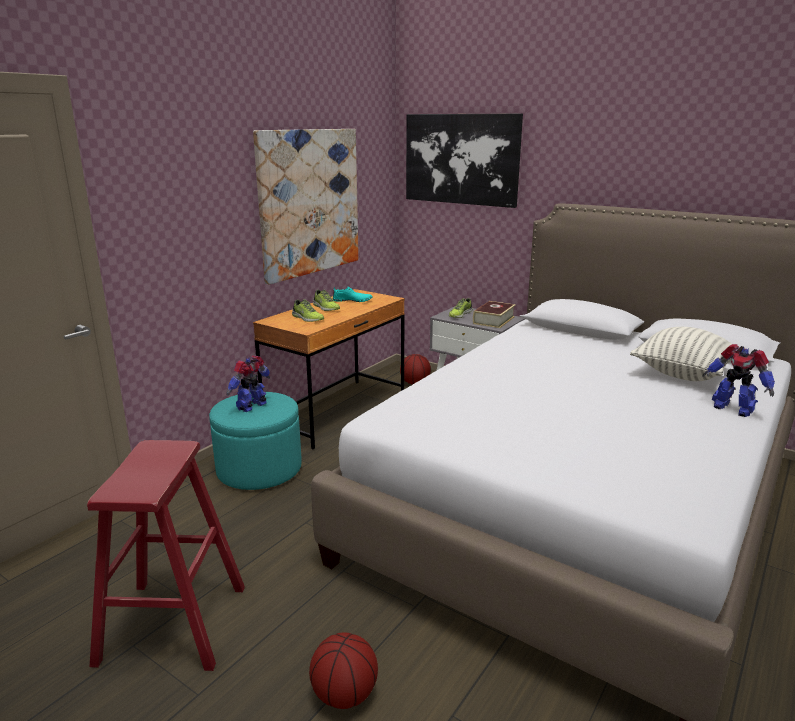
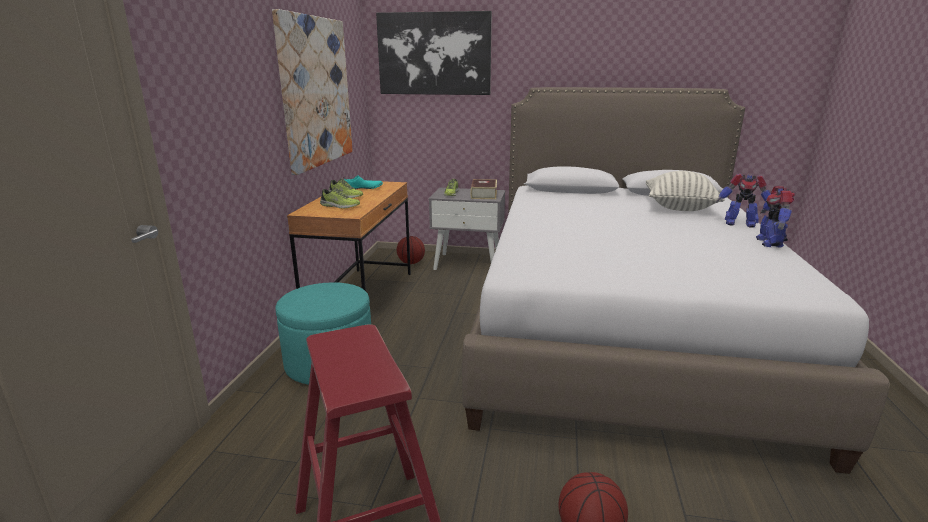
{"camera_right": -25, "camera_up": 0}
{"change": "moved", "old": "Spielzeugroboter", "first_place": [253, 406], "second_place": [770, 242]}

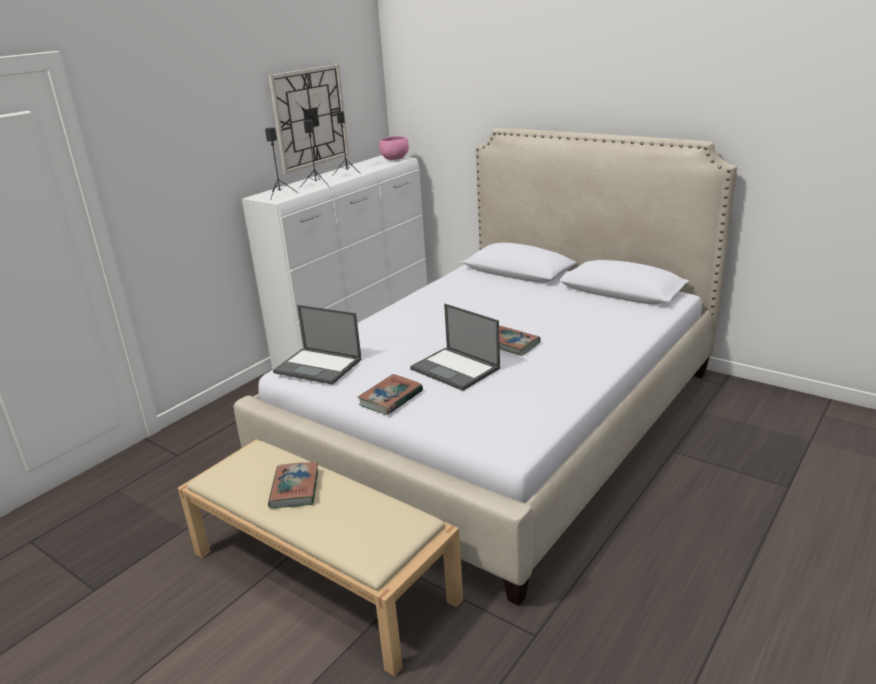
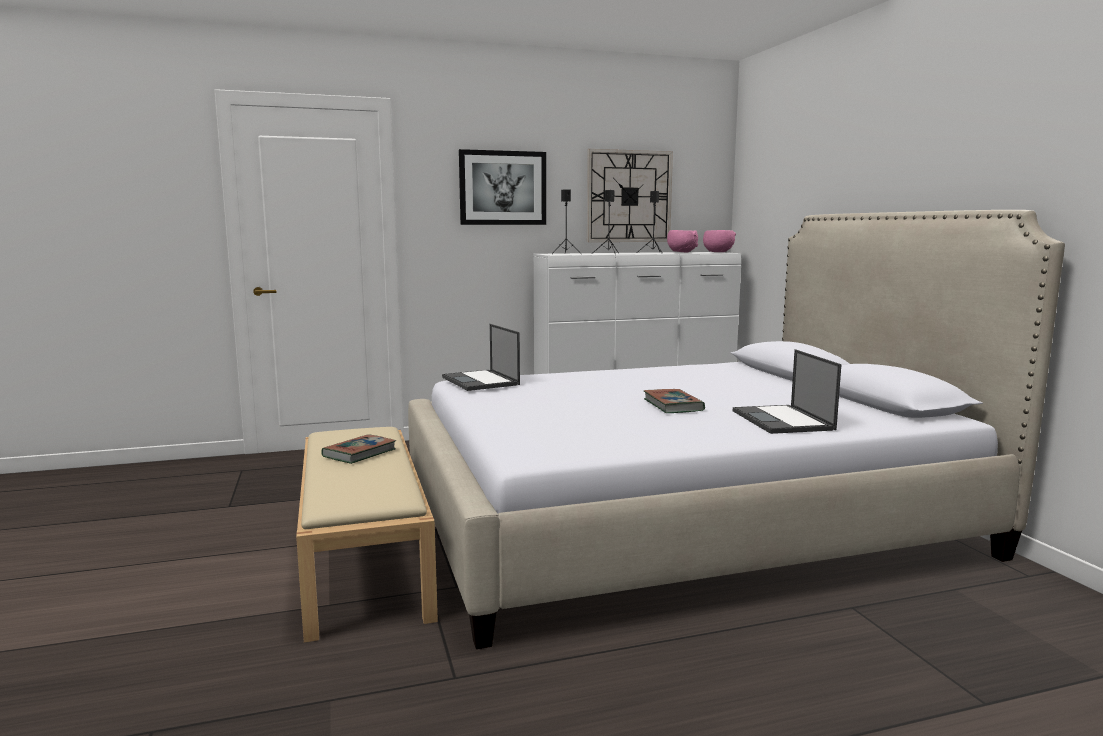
{"camera_right": 35, "camera_up": -15}
{"change": "removed", "old": "Buch", "first_place": [391, 398]}
{"change": "moved", "old": "Laptop", "first_place": [456, 369], "second_place": [783, 420]}
{"change": "added", "new": "Bild", "second_place": [503, 188]}
{"change": "added", "new": "Schüssel (rosa)", "second_place": [681, 252]}

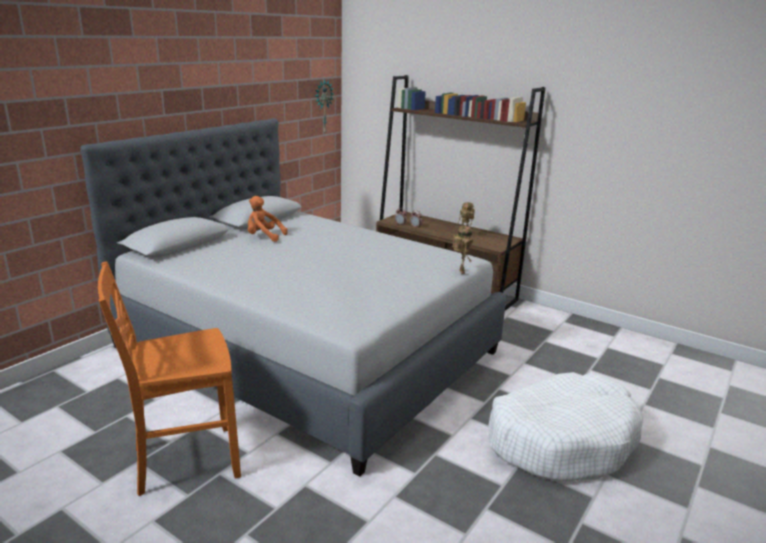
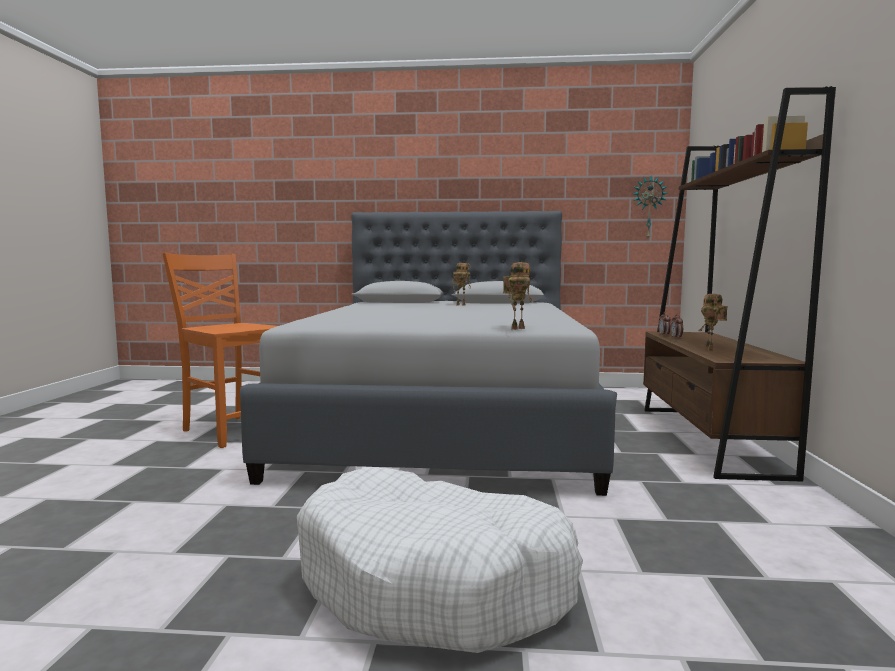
{"camera_right": 60, "camera_up": -15}
{"change": "replaced", "old": "Plüschtier (orange)", "new": "Spielzeugroboter", "first_place": [264, 237], "second_place": [461, 305]}

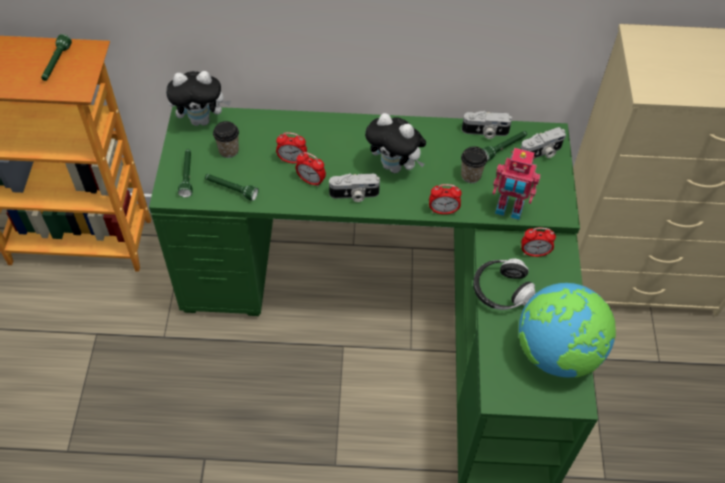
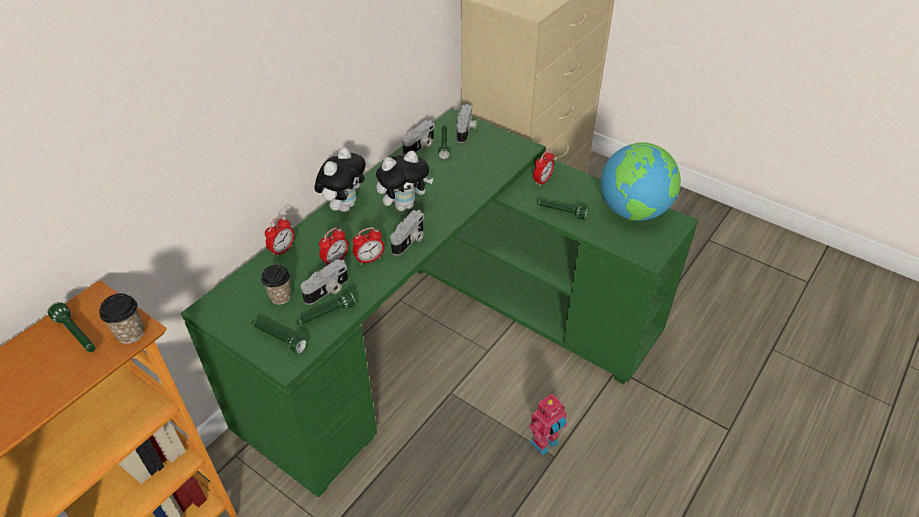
{"camera_right": -55, "camera_up": -10}
{"change": "moved", "old": "Plüschtier", "first_place": [202, 120], "second_place": [344, 205]}
{"change": "moved", "old": "Wecker", "first_place": [443, 211], "second_place": [282, 250]}
{"change": "moved", "old": "Tasse", "first_place": [470, 175], "second_place": [130, 333]}
{"change": "replaced", "old": "Kopfhörer", "new": "Taschenlampe (grün)", "first_place": [501, 290], "second_place": [561, 212]}
{"change": "moved", "old": "Spielzeugroboter", "first_place": [509, 210], "second_place": [545, 444]}
{"change": "added", "new": "Kamera", "second_place": [328, 291]}

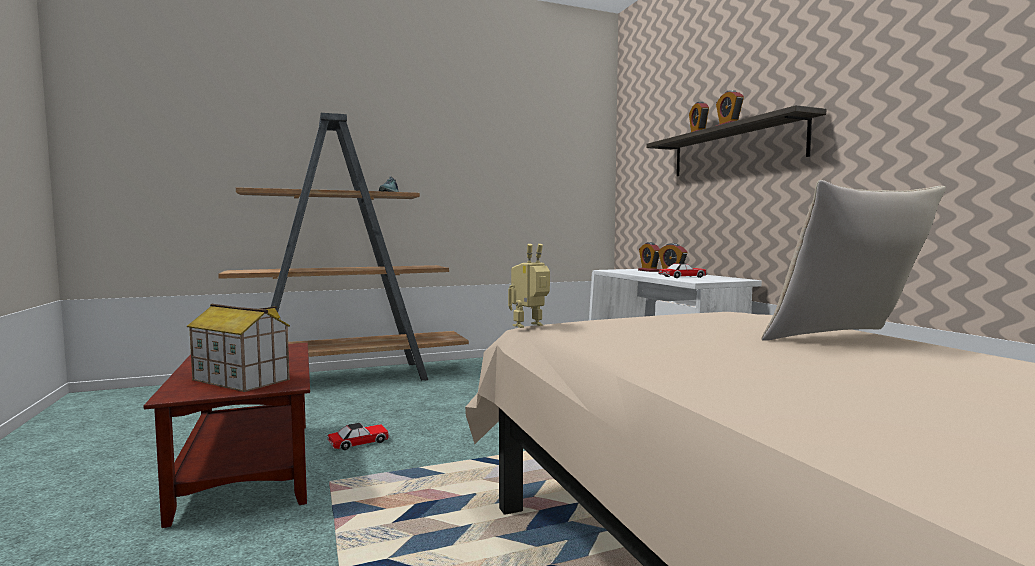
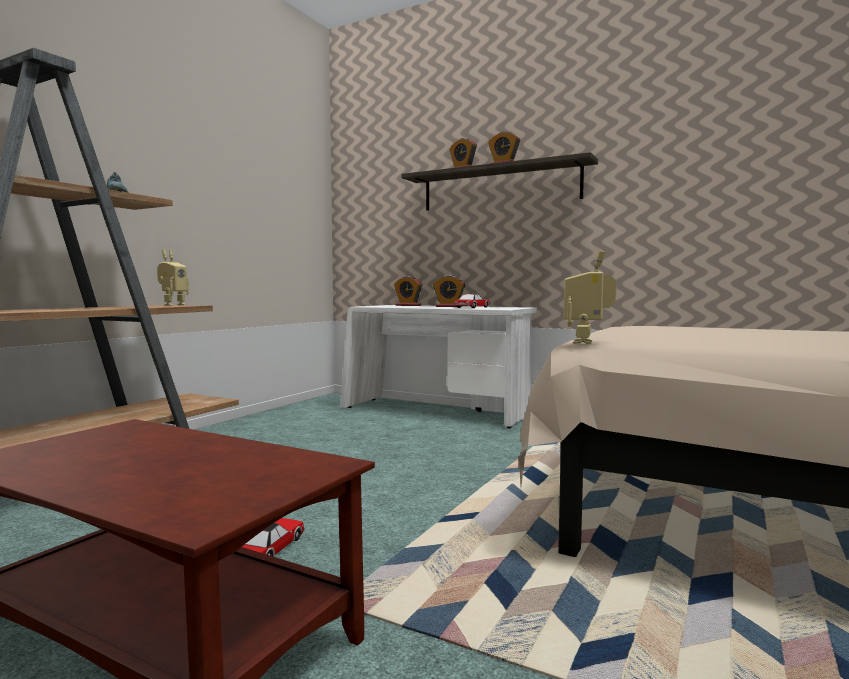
{"camera_right": -40, "camera_up": 0}
{"change": "removed", "old": "Spielzeughaus", "first_place": [240, 380]}
{"change": "removed", "old": "Kissen (beige)", "first_place": [848, 340]}
{"change": "added", "new": "Spielzeugroboter", "second_place": [172, 305]}

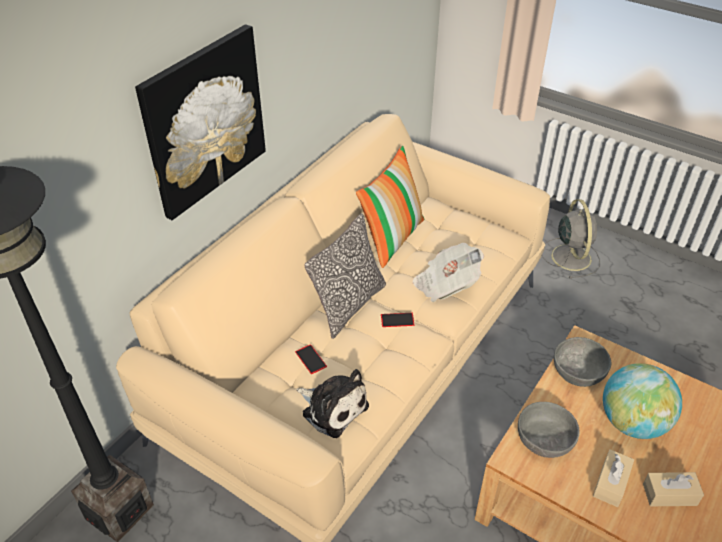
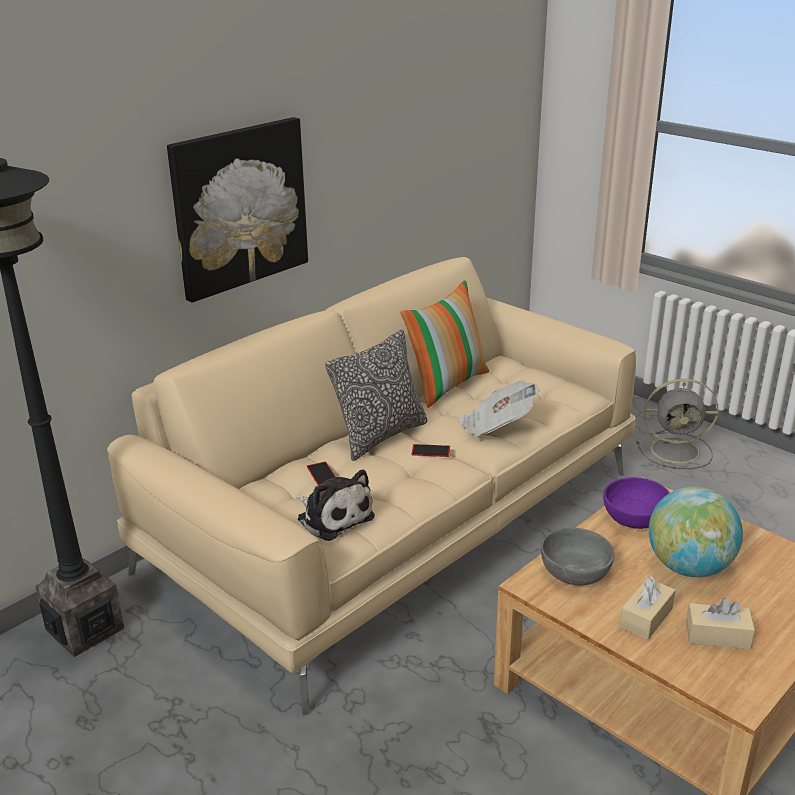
{"camera_right": 10, "camera_up": -15}
{"change": "turned", "old": "Ventilator (grau)", "first_place": [570, 256], "second_place": [677, 451], "degrees": 90}
{"change": "recoloured", "old": "Schüssel (grau)", "new": "Schüssel (lila)", "first_place": [578, 372], "second_place": [634, 517]}

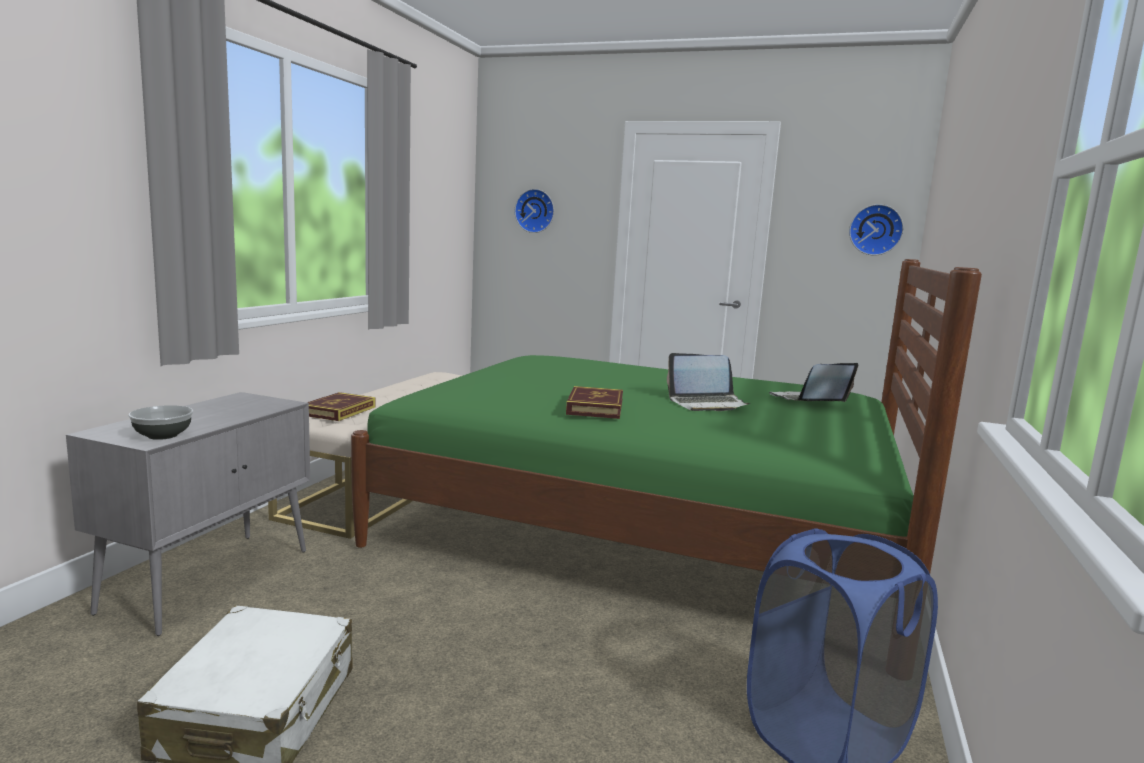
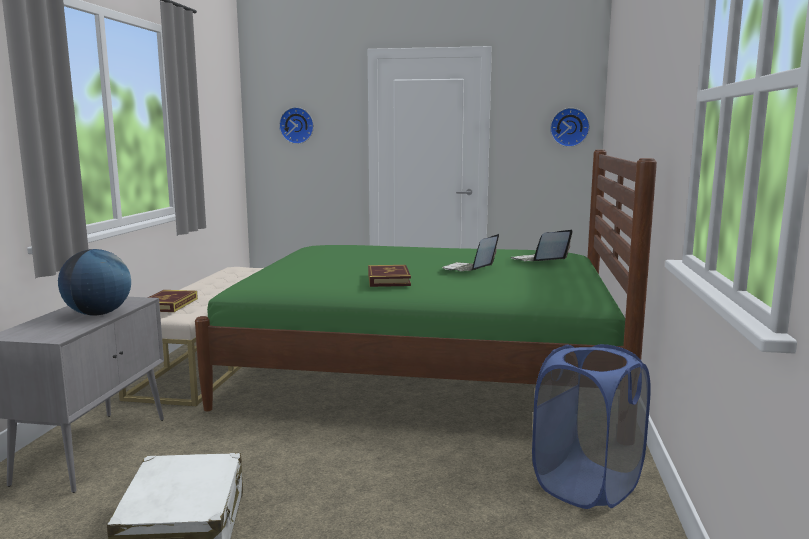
{"camera_right": -10, "camera_up": 0}
{"change": "removed", "old": "Schüssel", "first_place": [163, 435]}
{"change": "turned", "old": "Laptop", "first_place": [707, 404], "second_place": [468, 269], "degrees": 135}
{"change": "added", "new": "Globus", "second_place": [98, 314]}

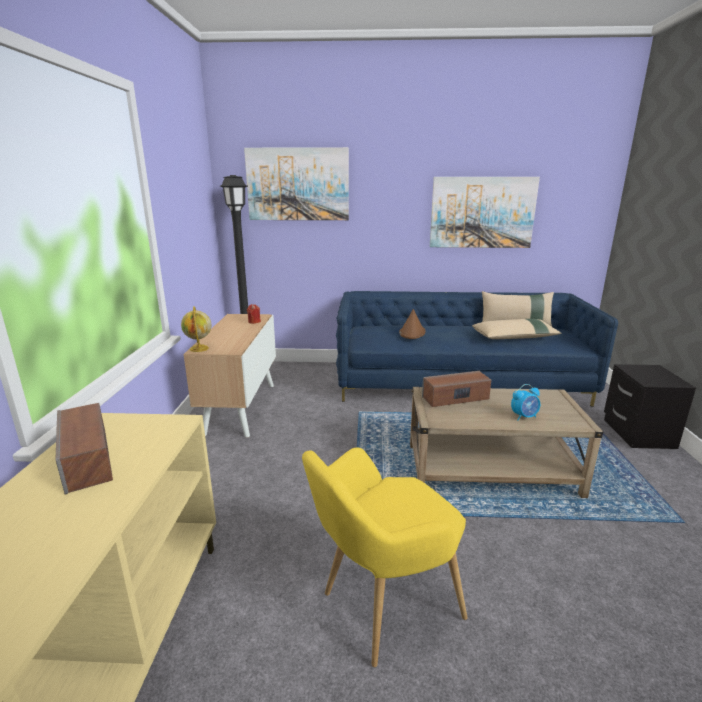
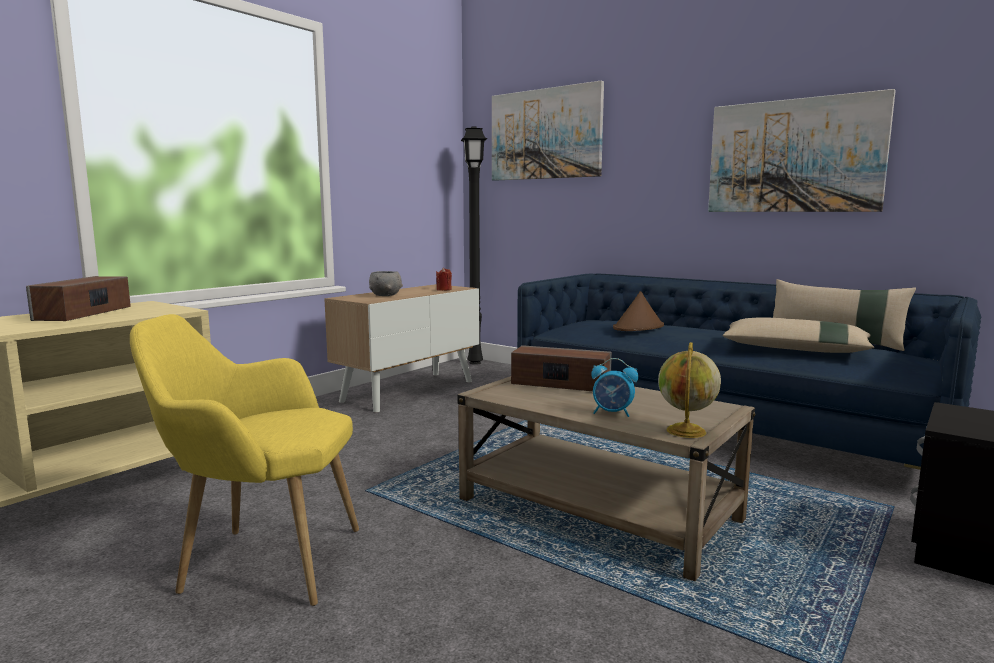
{"camera_right": 35, "camera_up": -10}
{"change": "moved", "old": "Globus", "first_place": [199, 349], "second_place": [686, 432]}
{"change": "added", "new": "Schüssel (grau)", "second_place": [385, 295]}

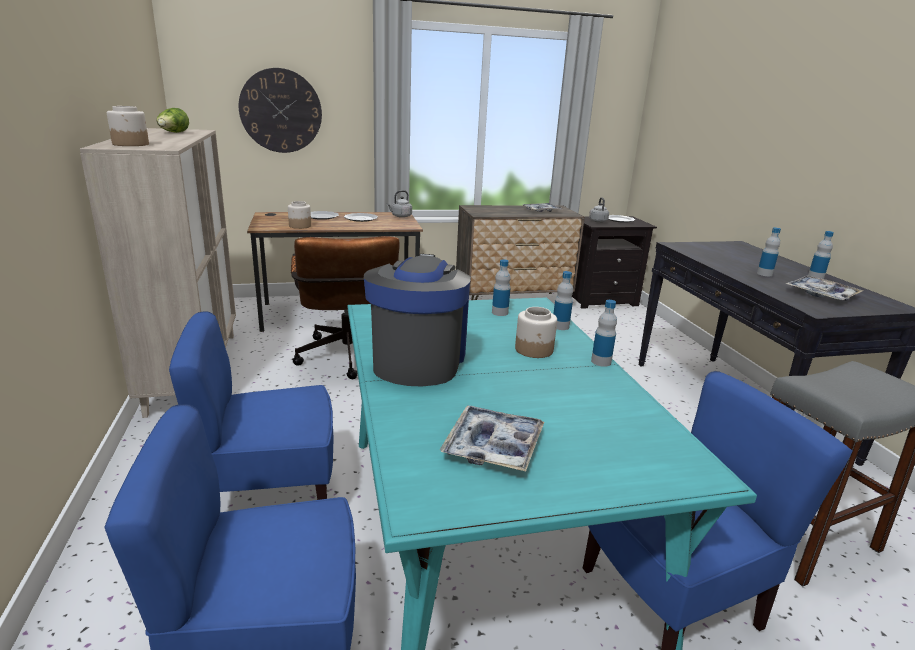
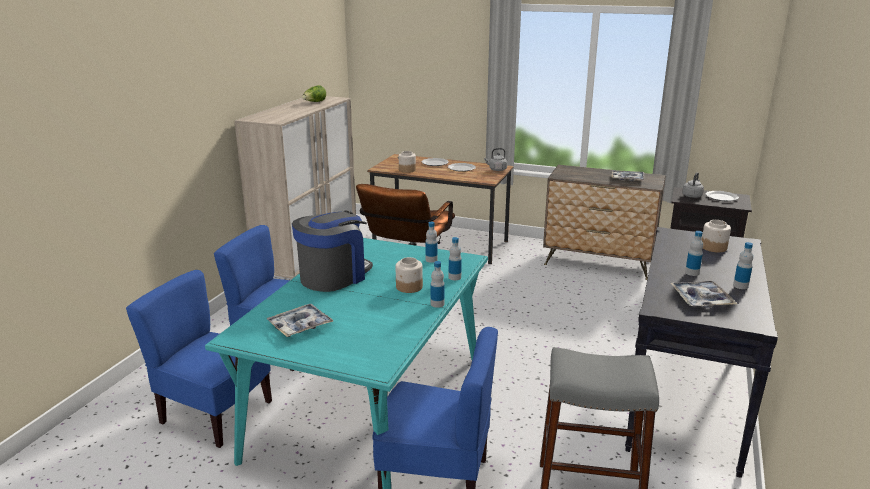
{"camera_right": 35, "camera_up": 0}
{"change": "moved", "old": "Vorratsglas", "first_place": [131, 144], "second_place": [714, 247]}
{"change": "removed", "old": "Wanduhr", "first_place": [281, 111]}

